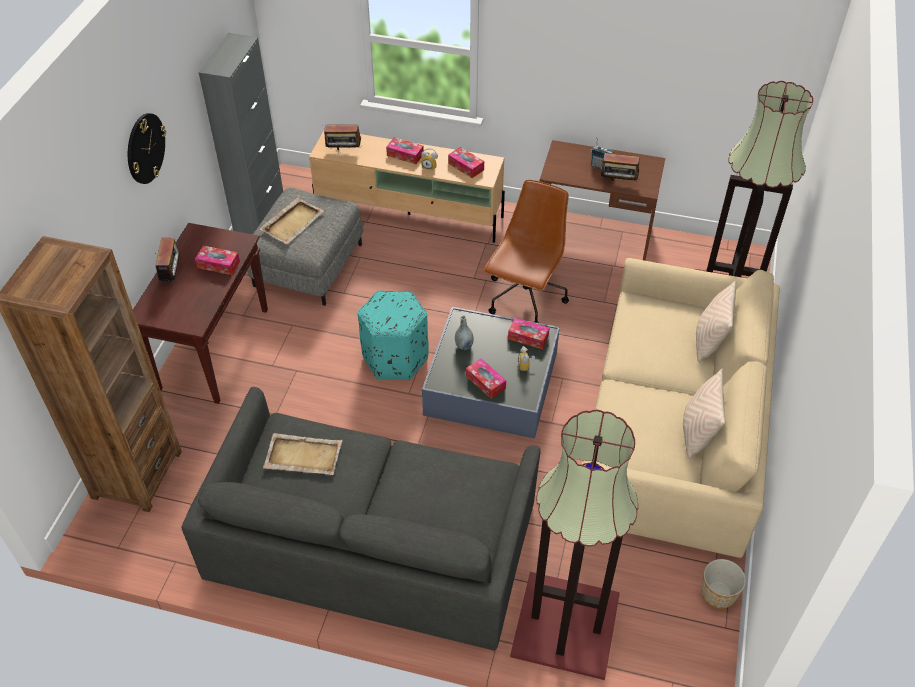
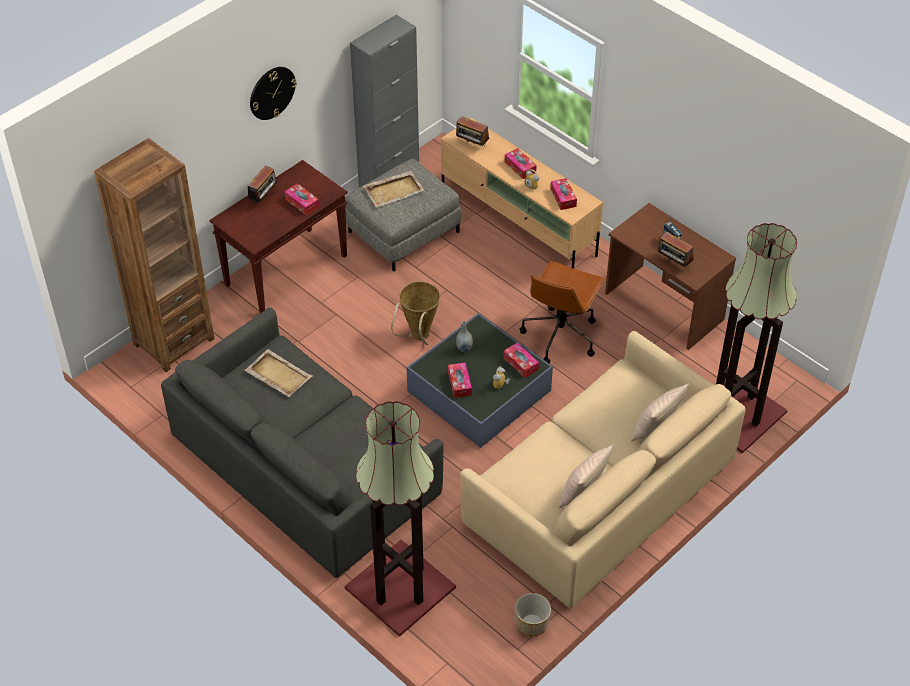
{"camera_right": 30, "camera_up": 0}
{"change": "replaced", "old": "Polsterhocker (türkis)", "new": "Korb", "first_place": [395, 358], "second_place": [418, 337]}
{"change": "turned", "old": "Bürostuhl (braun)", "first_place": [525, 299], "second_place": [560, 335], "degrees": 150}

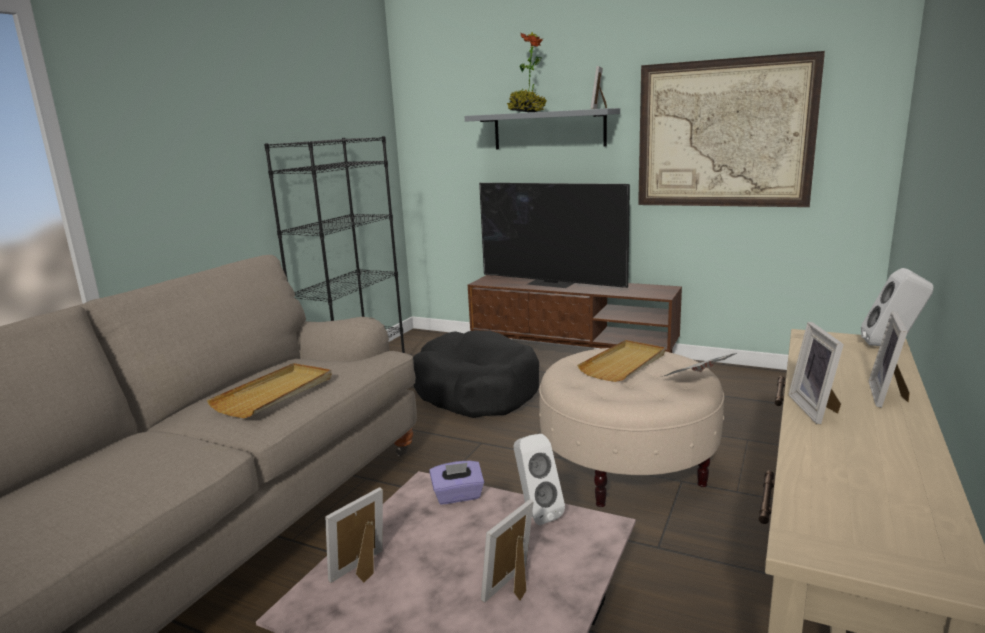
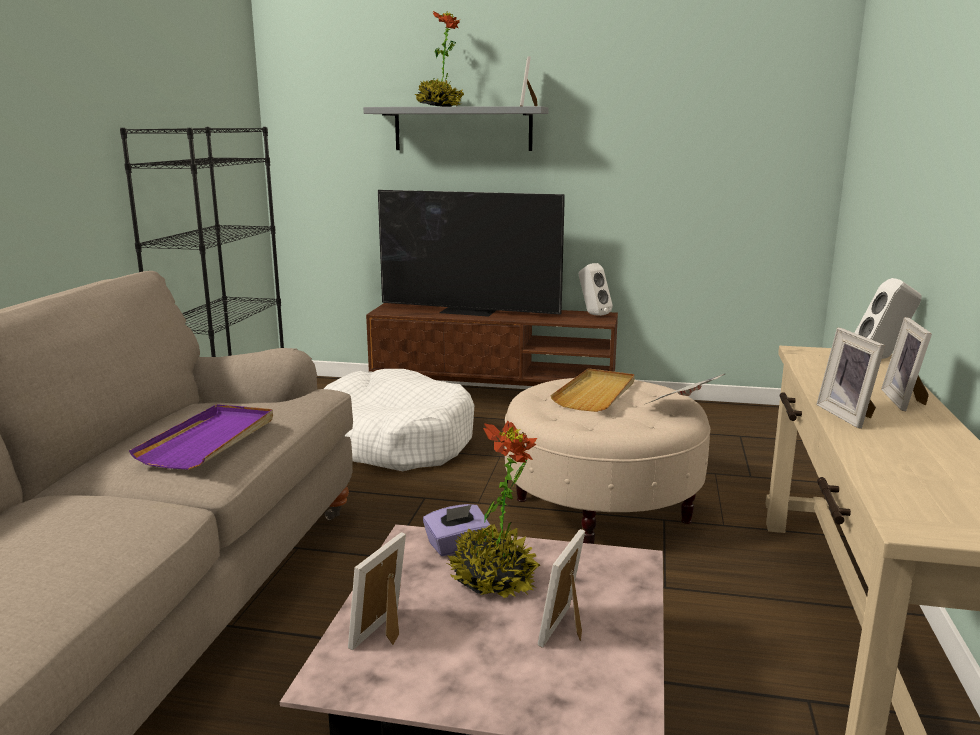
{"camera_right": -15, "camera_up": 0}
{"change": "recoloured", "old": "Tablett (beige)", "new": "Tablett (lila)", "first_place": [275, 393], "second_place": [209, 440]}
{"change": "recoloured", "old": "Hundebett (schwarz)", "new": "Hundebett (weiß)", "first_place": [476, 390], "second_place": [393, 441]}
{"change": "moved", "old": "Lautsprecher (weiß)", "first_place": [535, 513], "second_place": [592, 314]}
{"change": "removed", "old": "Bild", "first_place": [723, 134]}
{"change": "added", "new": "Topfpflanze", "second_place": [493, 580]}

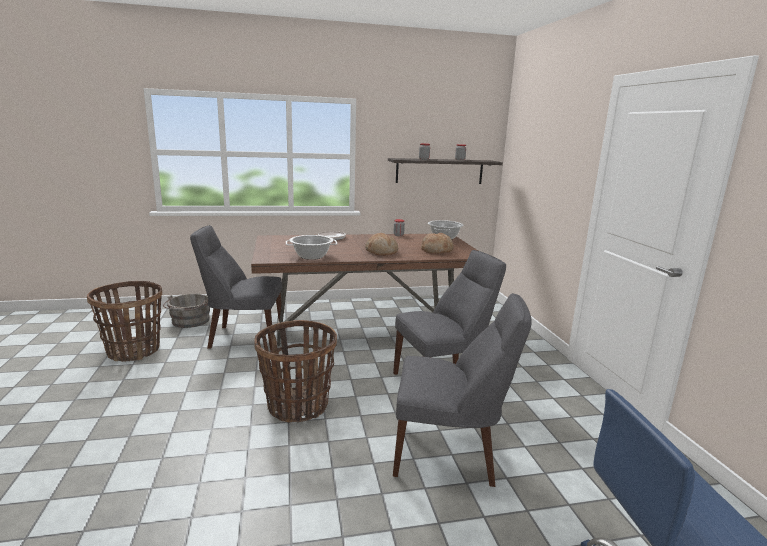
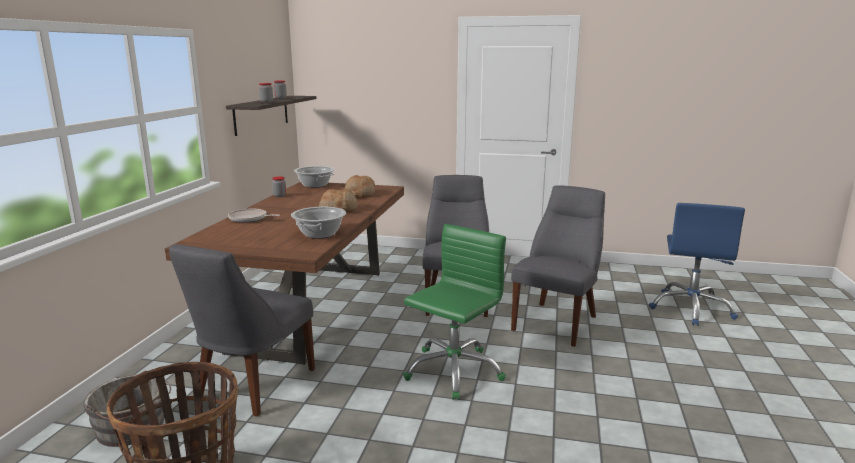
{"camera_right": -65, "camera_up": 0}
{"change": "replaced", "old": "Korb", "new": "Bürostuhl (grün)", "first_place": [297, 406], "second_place": [453, 371]}

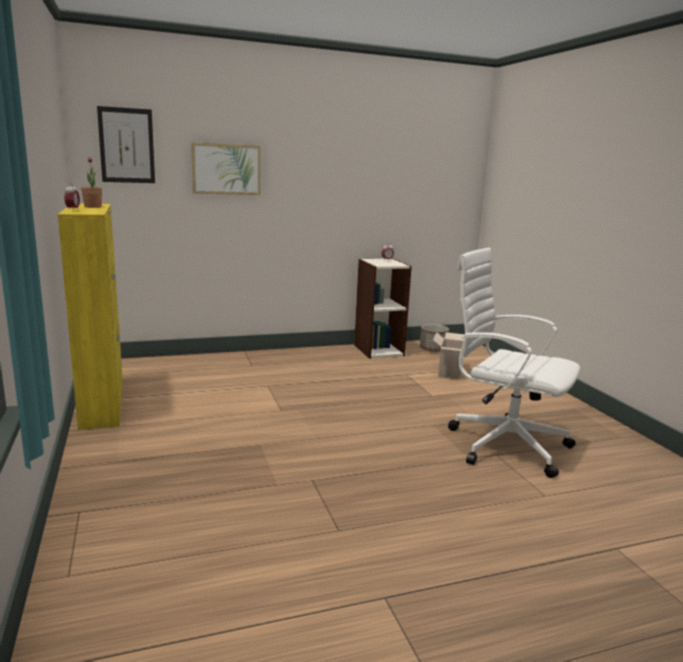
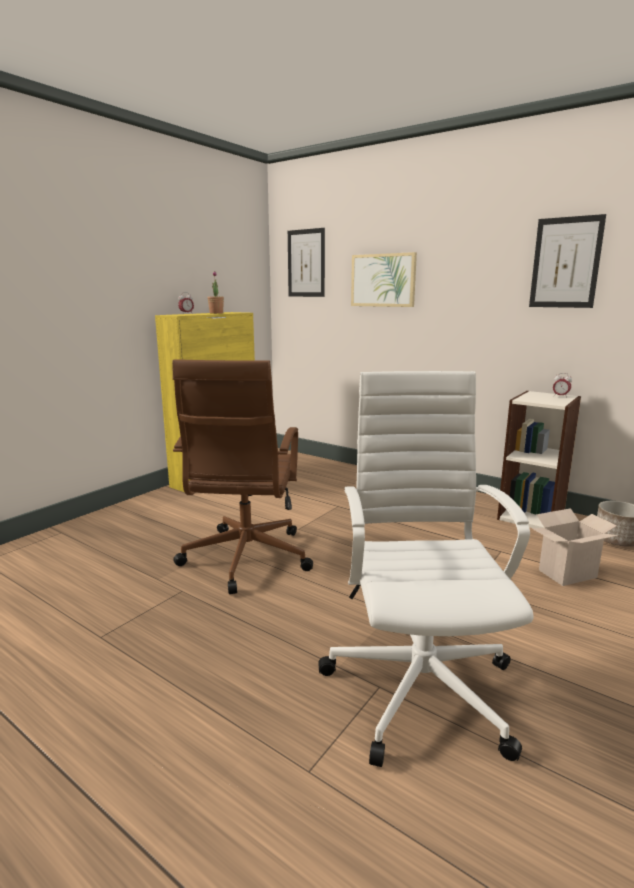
{"camera_right": 55, "camera_up": 0}
{"change": "added", "new": "Bürostuhl (braun)", "second_place": [245, 559]}
{"change": "added", "new": "Bild", "second_place": [565, 263]}

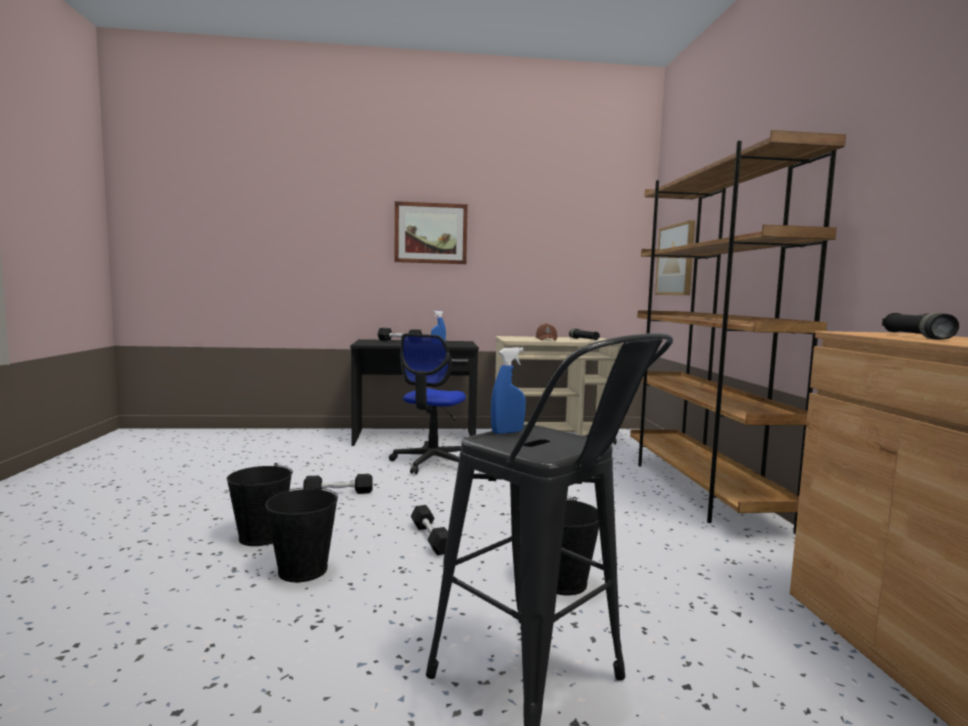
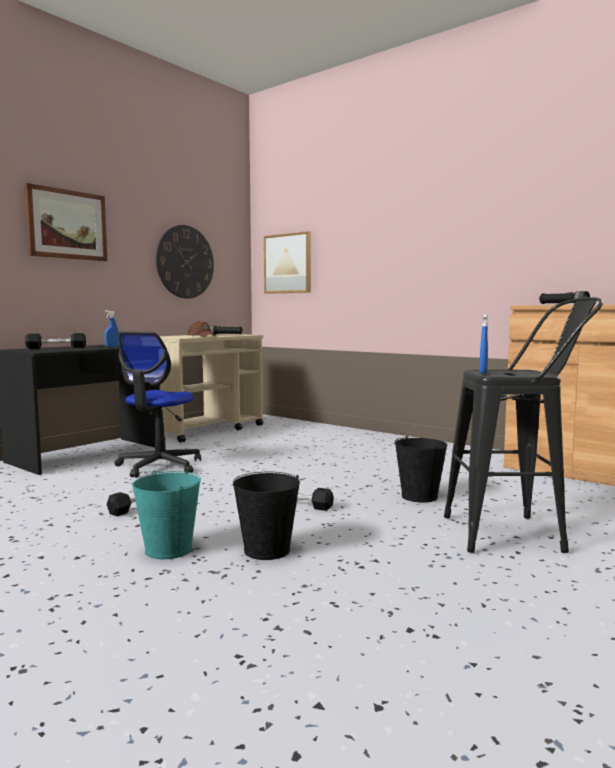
{"camera_right": -45, "camera_up": 0}
{"change": "recoloured", "old": "Eimer (schwarz)", "new": "Eimer (türkis)", "first_place": [261, 537], "second_place": [168, 550]}
{"change": "turned", "old": "Bürostuhl", "first_place": [432, 462], "second_place": [159, 466], "degrees": 45}
{"change": "removed", "old": "Bücherregal (braun)", "first_place": [700, 490]}
{"change": "added", "new": "Wanduhr", "second_place": [185, 262]}

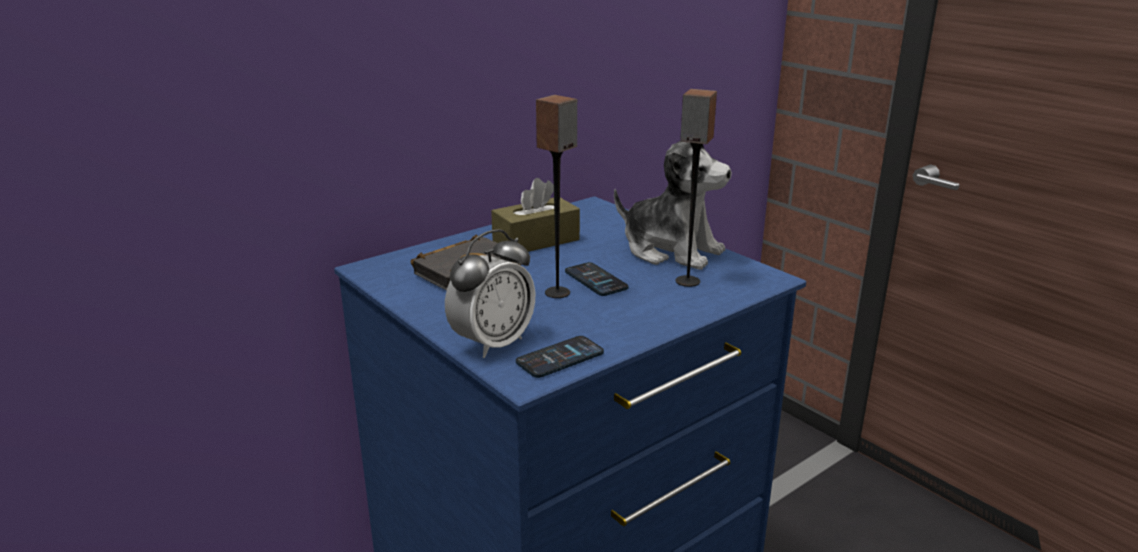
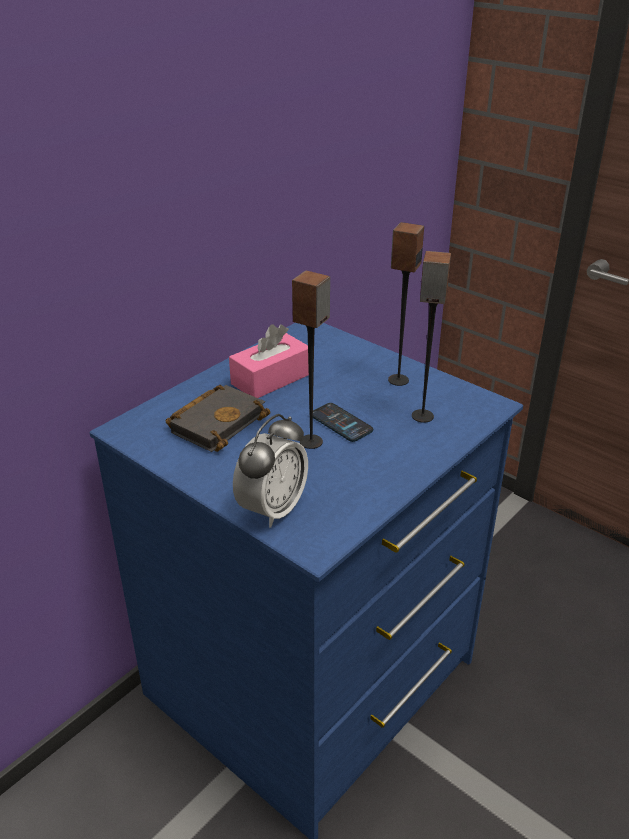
{"camera_right": -10, "camera_up": 10}
{"change": "recoloured", "old": "Taschentuchbox (braun)", "new": "Taschentuchbox (rosa)", "first_place": [536, 241], "second_place": [271, 379]}
{"change": "removed", "old": "Handy", "first_place": [560, 358]}
{"change": "replaced", "old": "Plüschtier", "new": "Lautsprecher", "first_place": [671, 251], "second_place": [398, 380]}

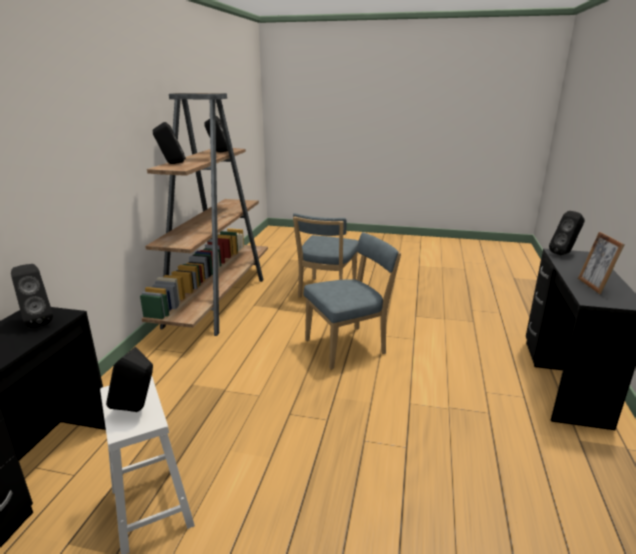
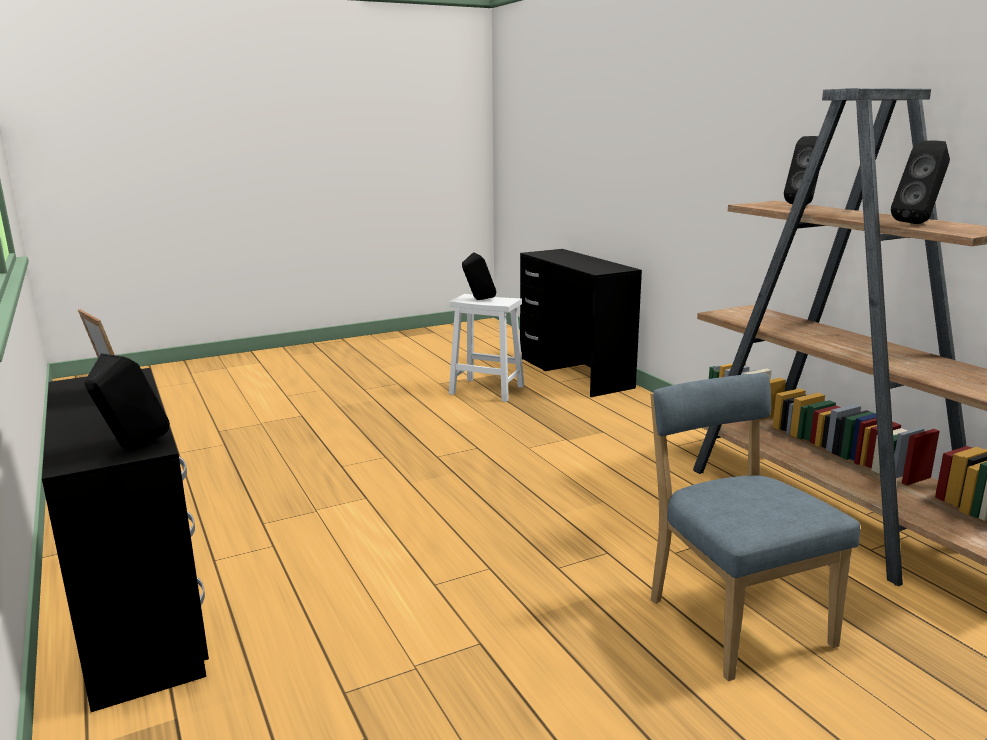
{"camera_right": 140, "camera_up": -5}
{"change": "removed", "old": "Lautsprecher (schwarz)", "first_place": [38, 321]}
{"change": "removed", "old": "Stuhl (blau)", "first_place": [348, 346]}

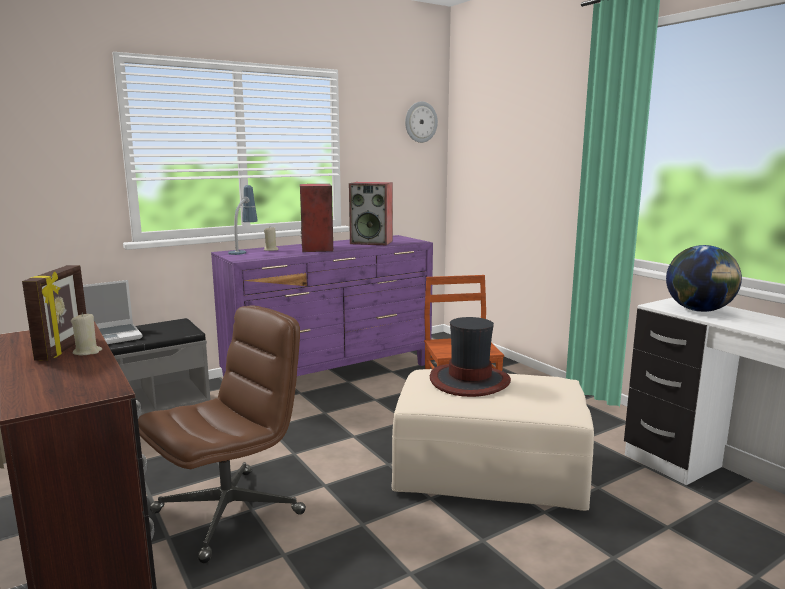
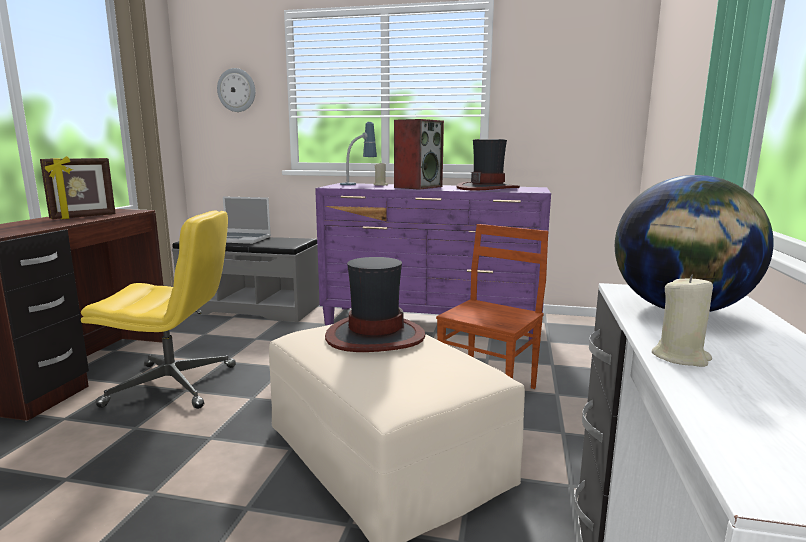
{"camera_right": 45, "camera_up": 0}
{"change": "moved", "old": "Kerze (beige)", "first_place": [87, 352], "second_place": [681, 357]}
{"change": "recoloured", "old": "Bürostuhl (braun)", "new": "Bürostuhl (gelb)", "first_place": [230, 512], "second_place": [174, 385]}
{"change": "replaced", "old": "Lautsprecher", "new": "Hut", "first_place": [372, 242], "second_place": [487, 188]}
{"change": "moved", "old": "Wanduhr", "first_place": [420, 122], "second_place": [237, 90]}

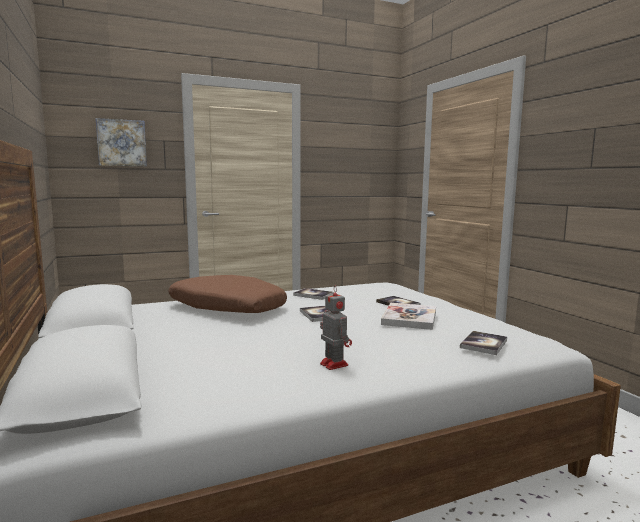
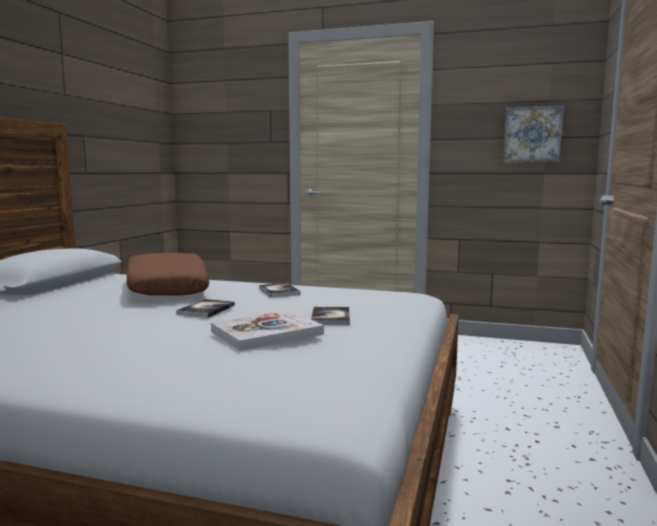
{"camera_right": 40, "camera_up": 0}
{"change": "moved", "old": "Bild", "first_place": [121, 143], "second_place": [532, 134]}
{"change": "removed", "old": "Spielzeugroboter", "first_place": [333, 364]}
{"change": "removed", "old": "Buch", "first_place": [483, 344]}

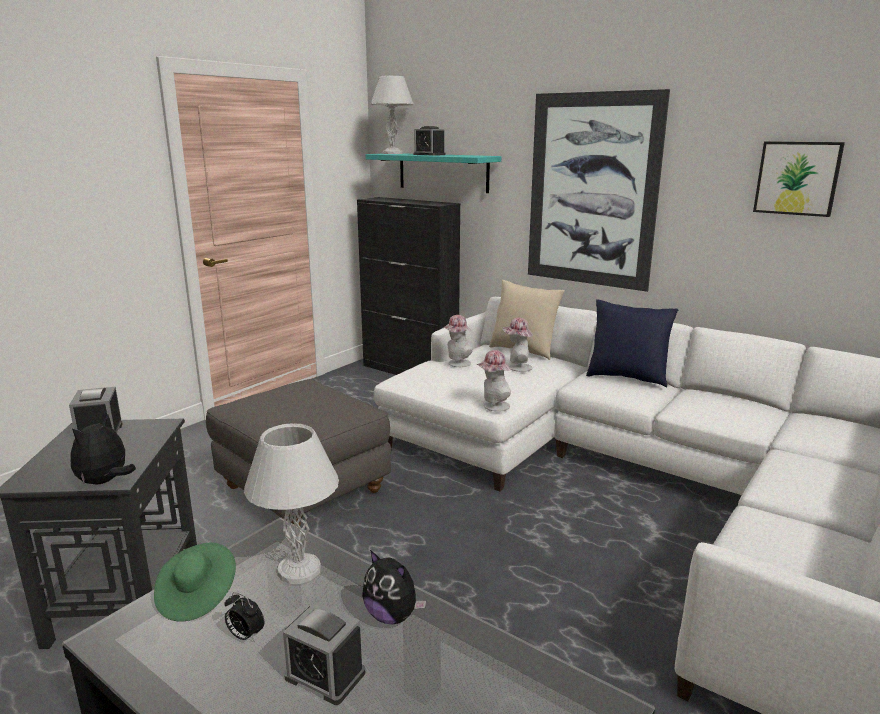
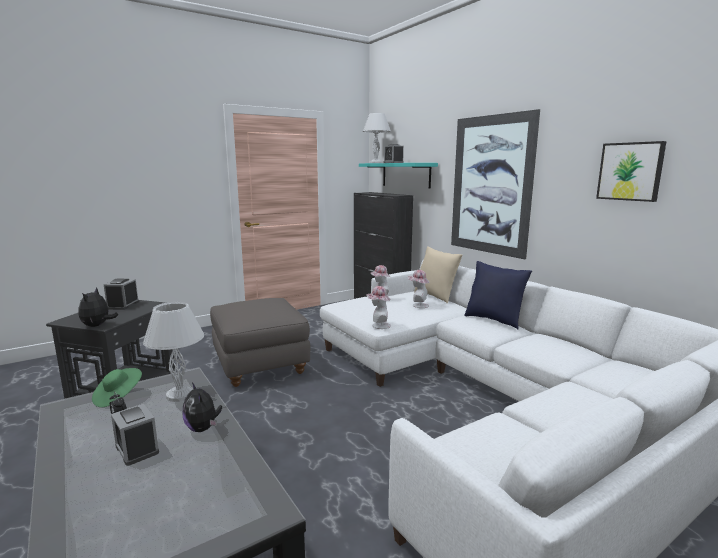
{"camera_right": 20, "camera_up": -5}
{"change": "turned", "old": "Plüschtier", "first_place": [105, 482], "second_place": [97, 325], "degrees": -45}

